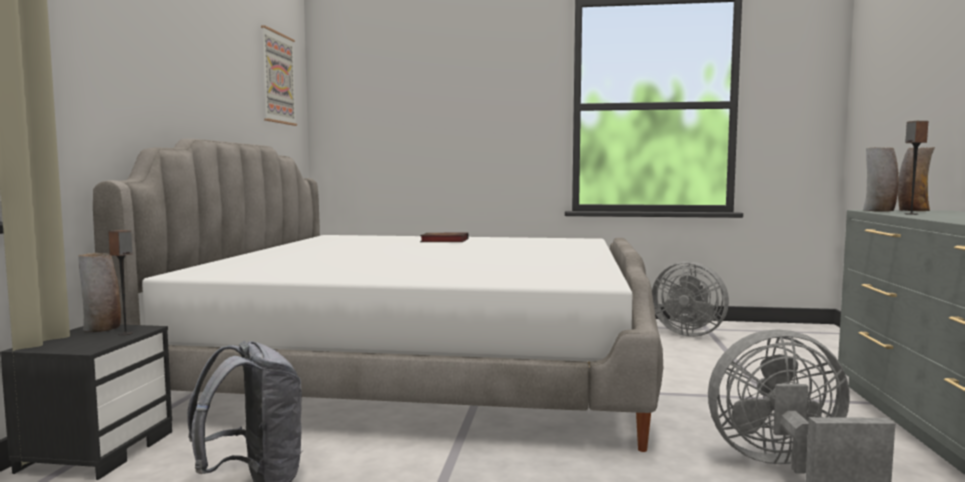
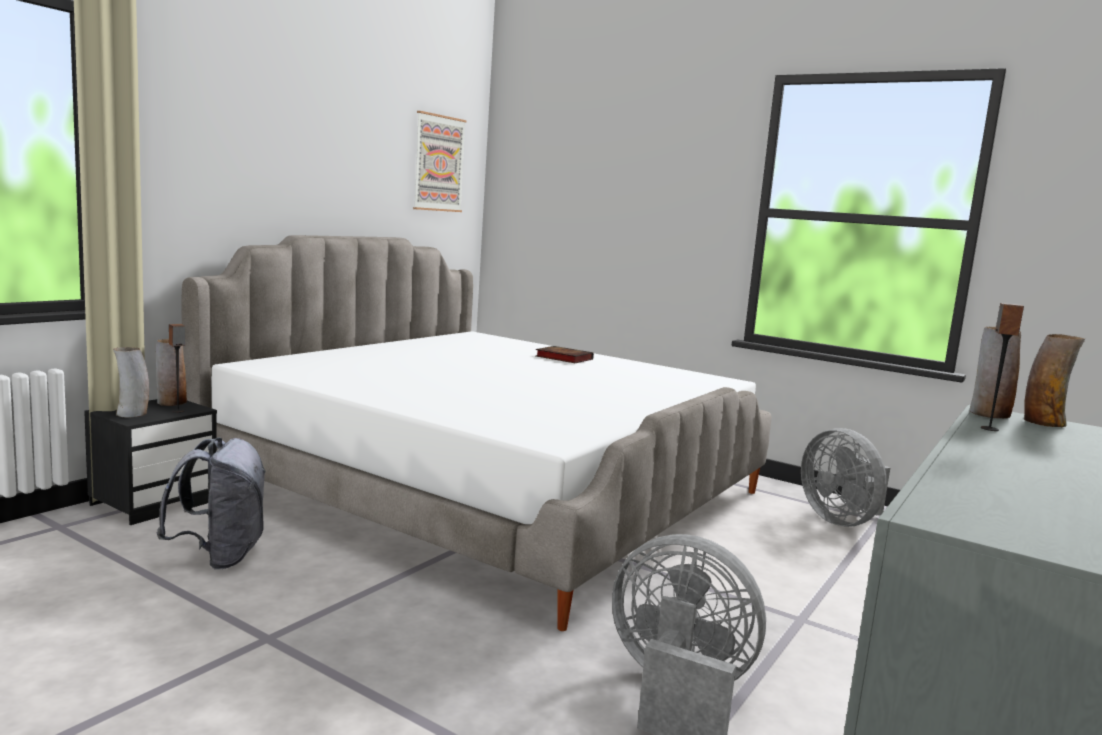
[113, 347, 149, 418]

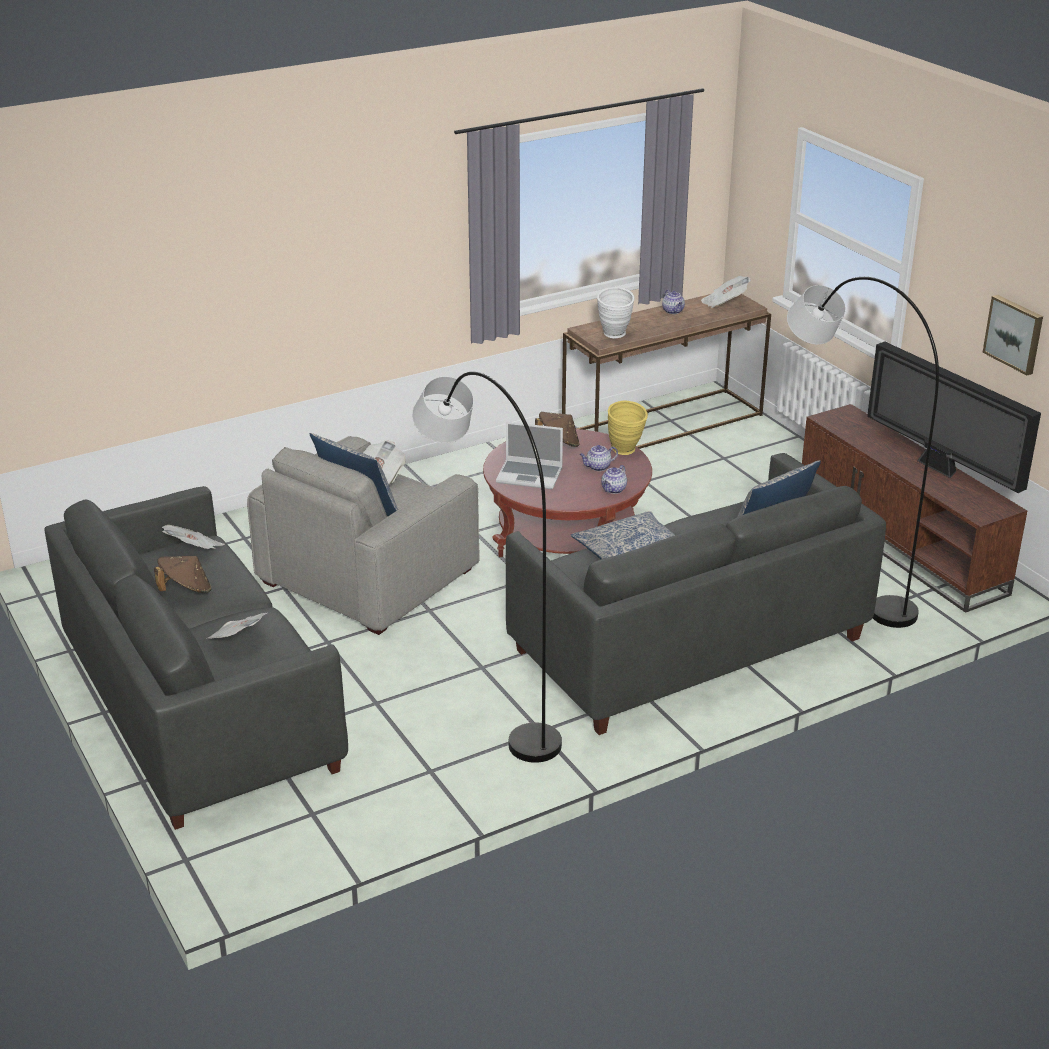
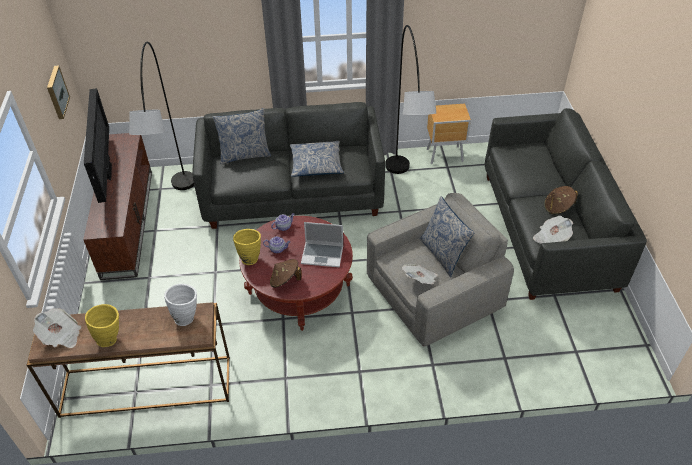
[85, 304, 119, 347]
[301, 222, 343, 267]
[427, 104, 471, 164]
[206, 613, 267, 639] (first image)

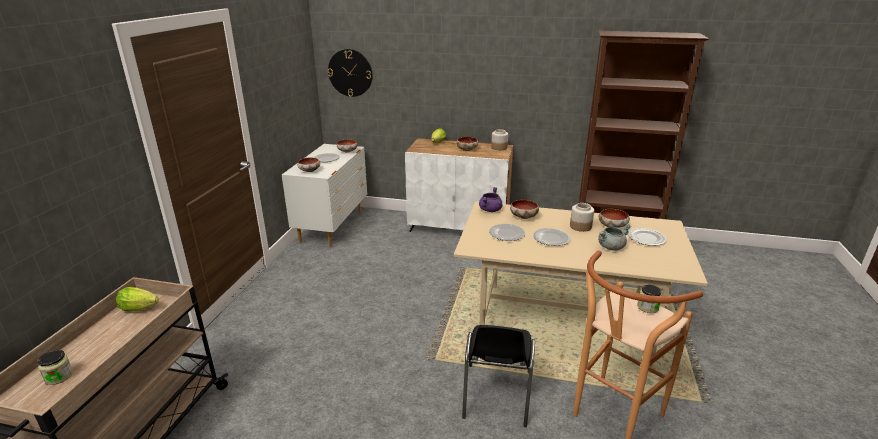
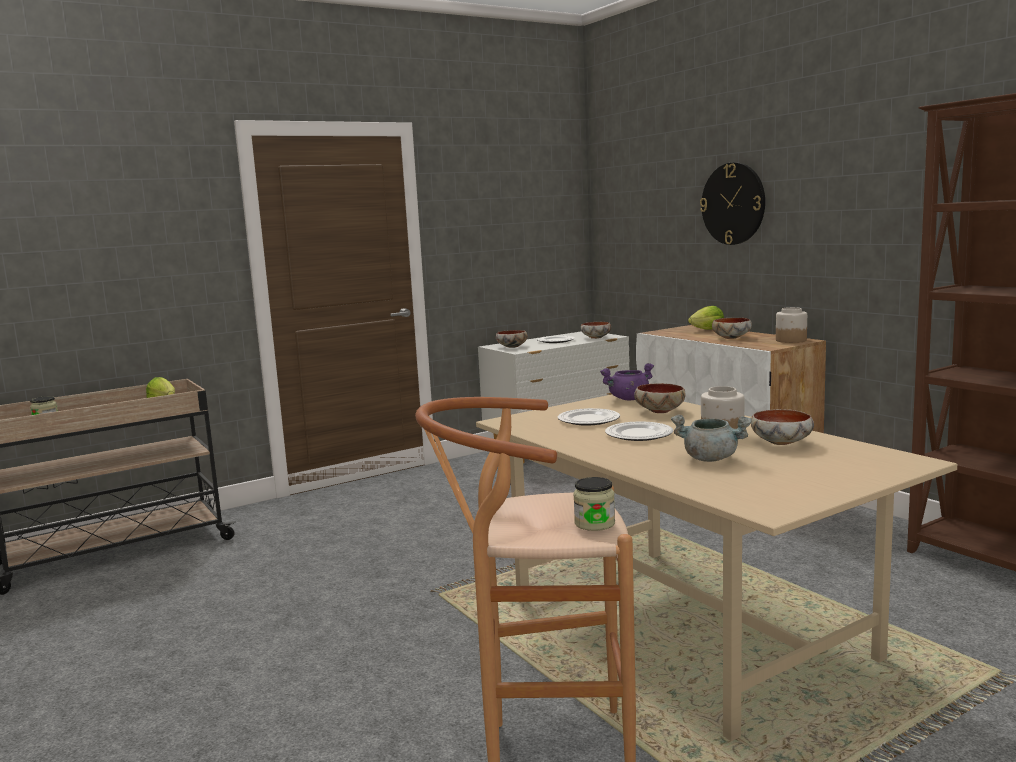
[700, 162, 765, 245]
[462, 325, 535, 427] (first image)
[628, 228, 667, 246] (first image)

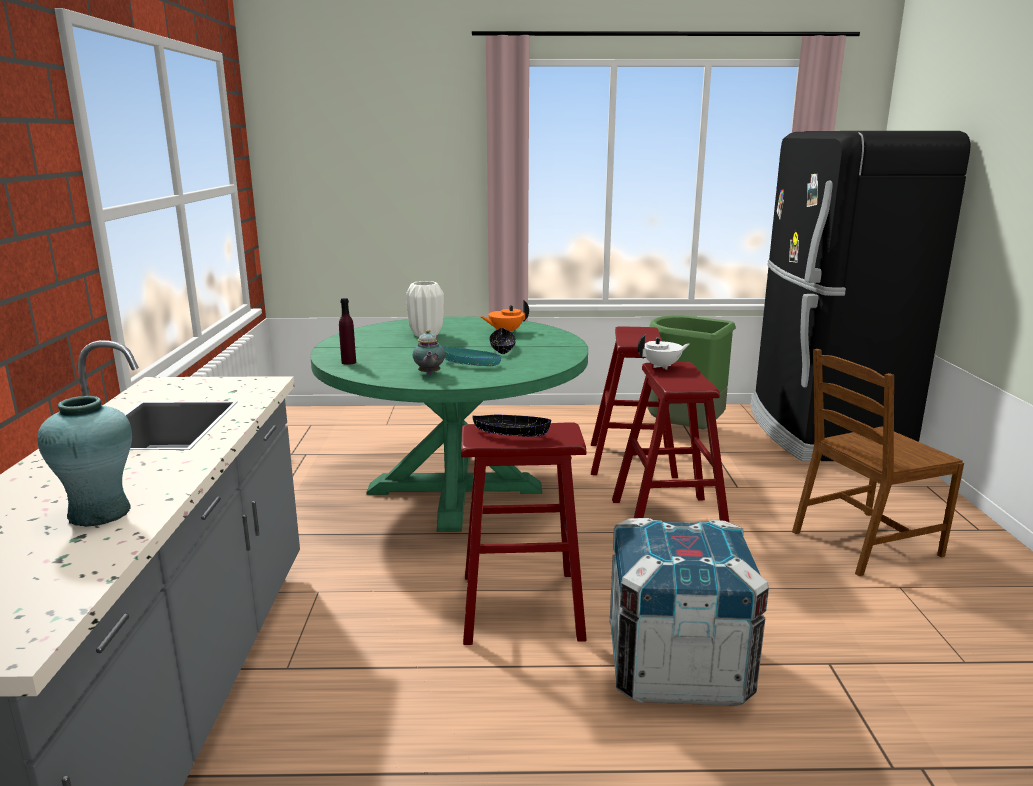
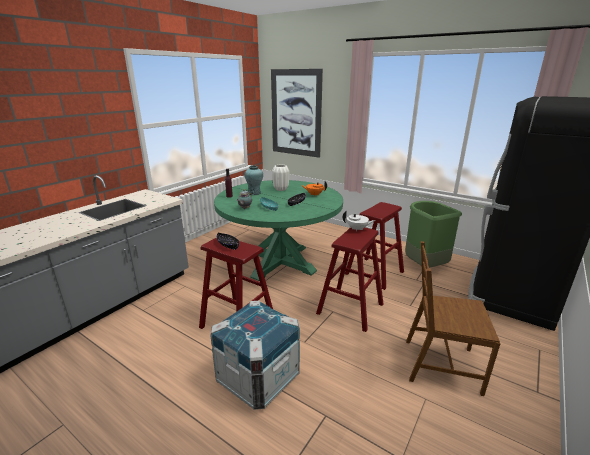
[244, 166, 263, 195]
[271, 69, 323, 158]

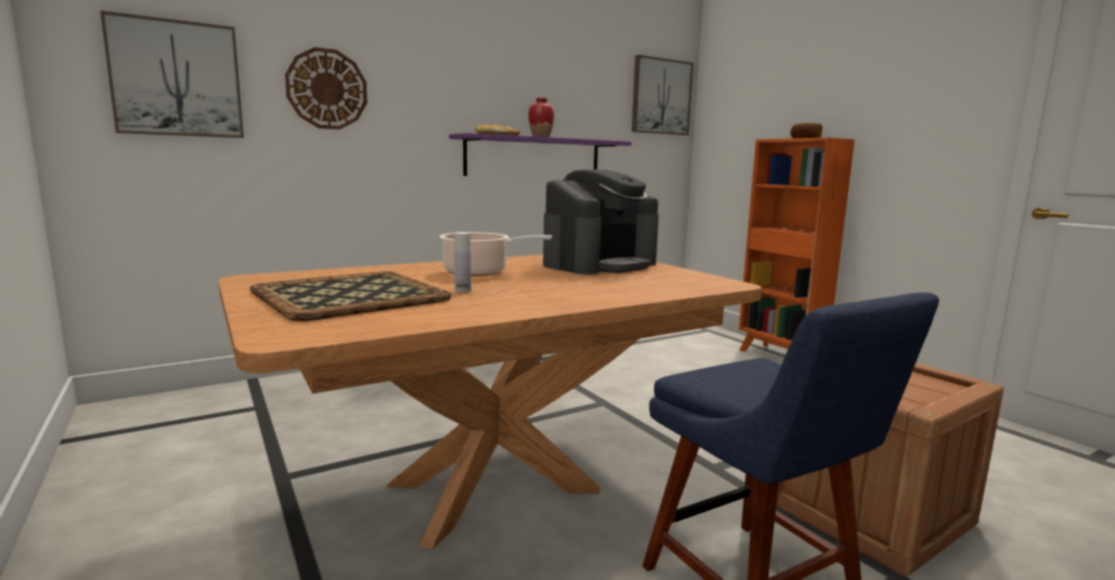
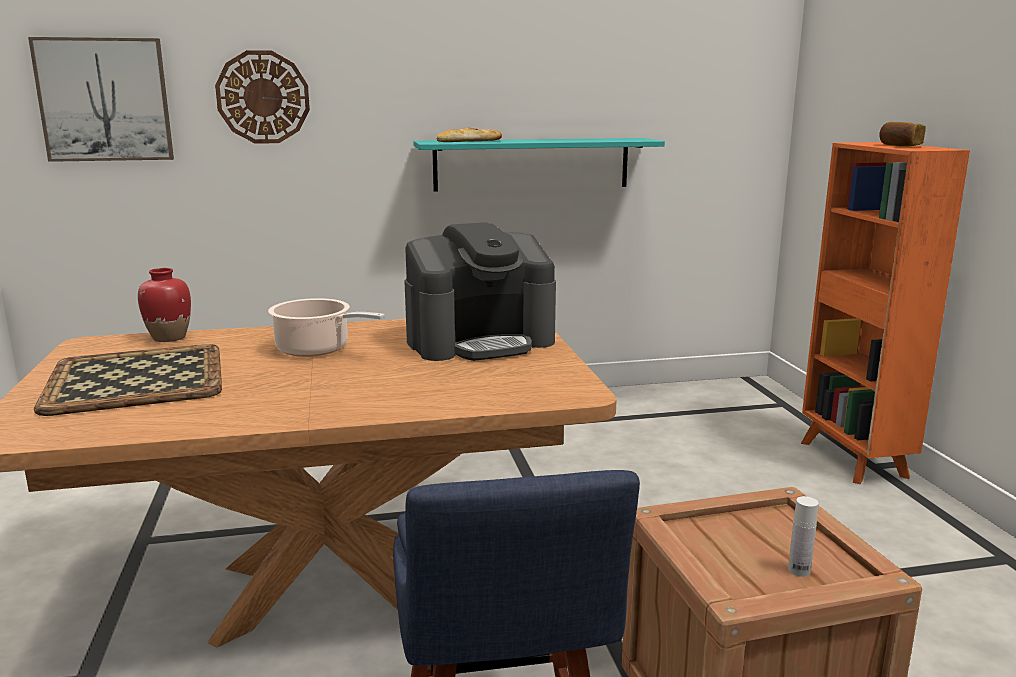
[138, 268, 191, 342]
[413, 138, 665, 192]
[788, 496, 819, 577]
[632, 55, 693, 135] (first image)

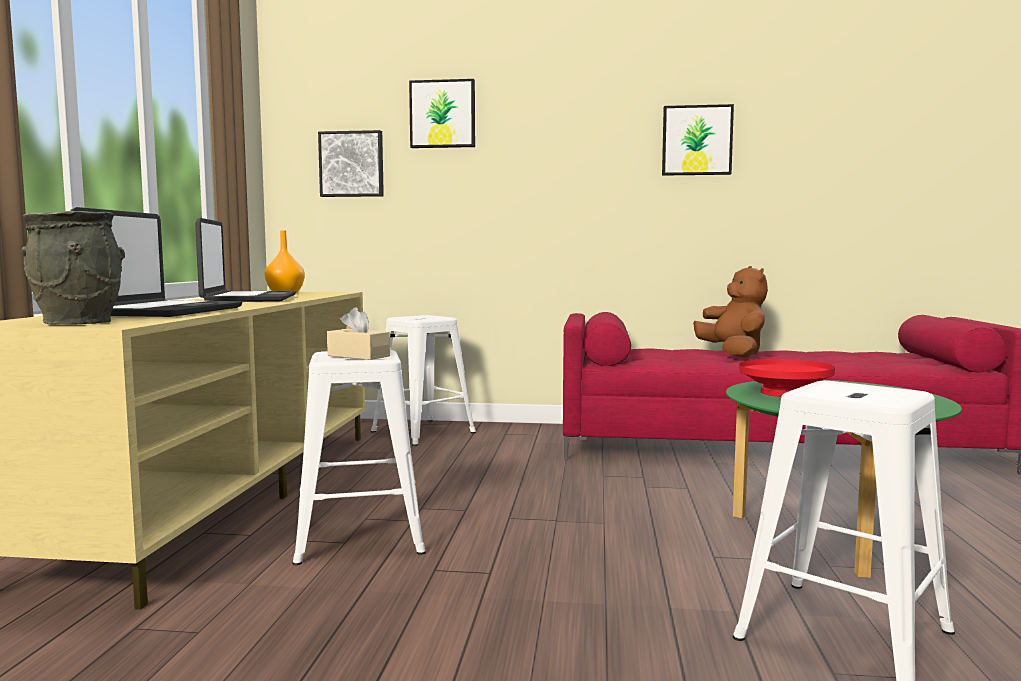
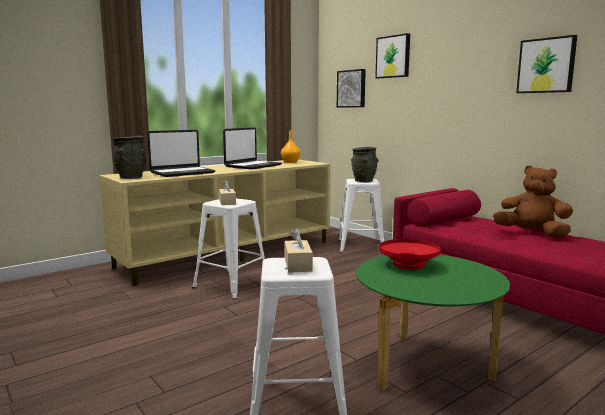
[285, 228, 313, 273]
[351, 147, 378, 182]
[493, 165, 573, 238]

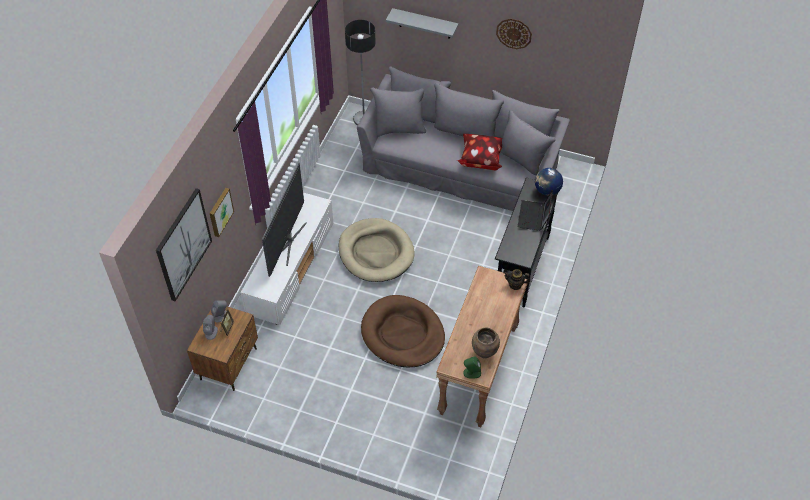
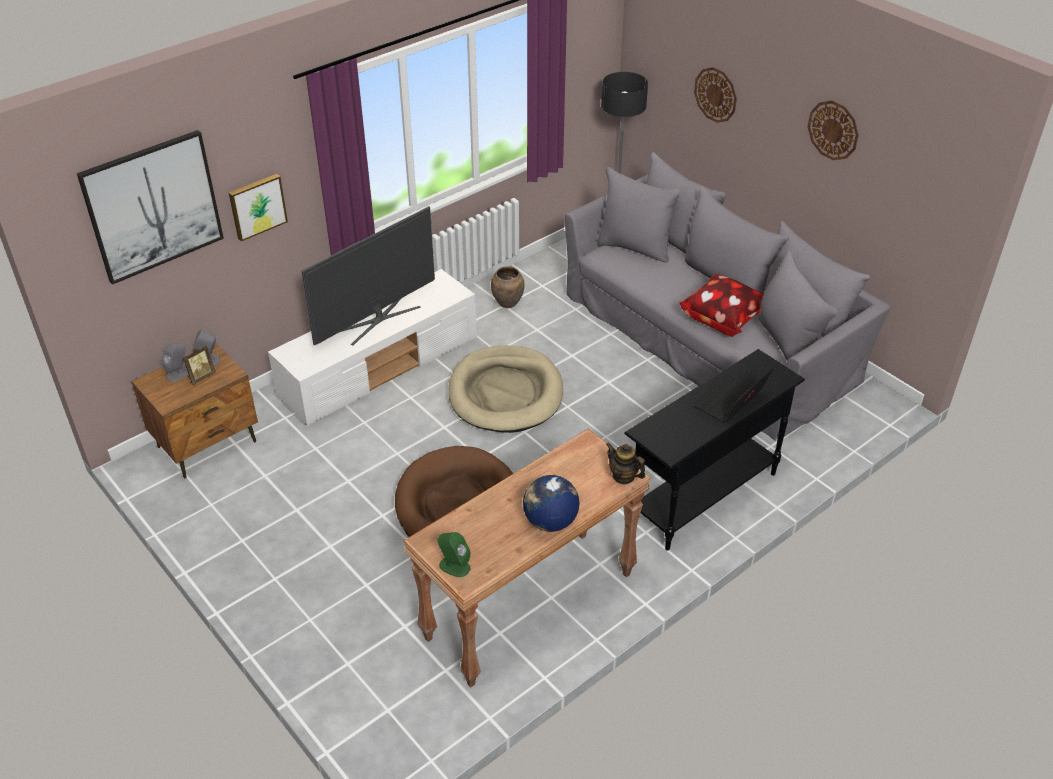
[491, 266, 524, 308]
[523, 475, 579, 532]
[694, 67, 737, 123]

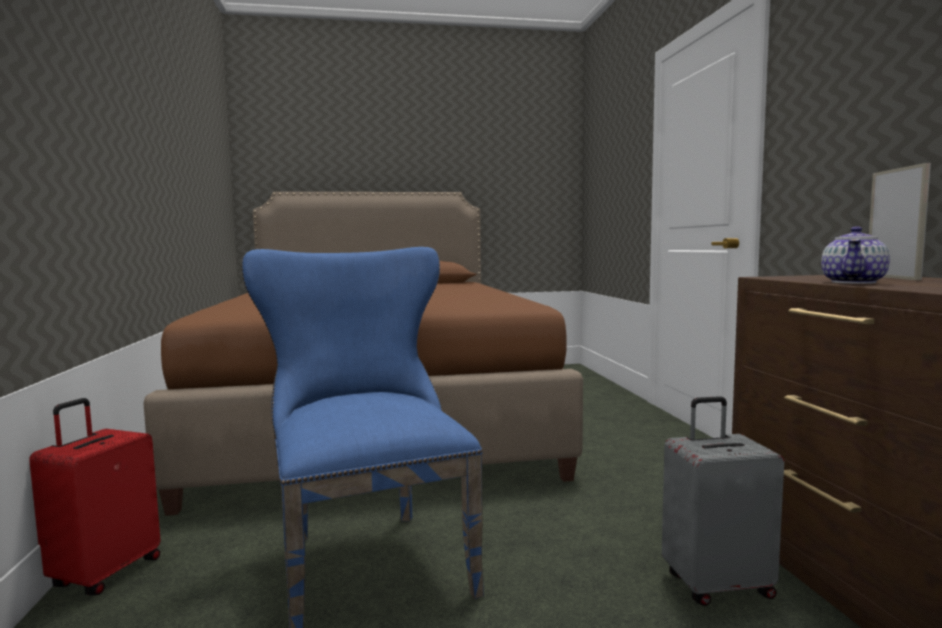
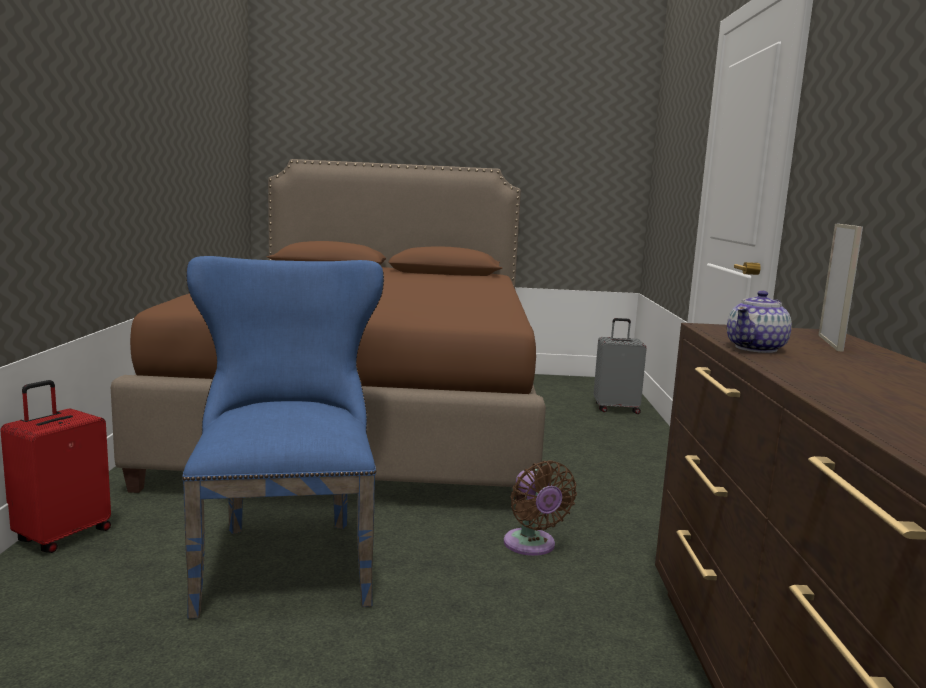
[504, 460, 577, 556]
[594, 318, 647, 414]

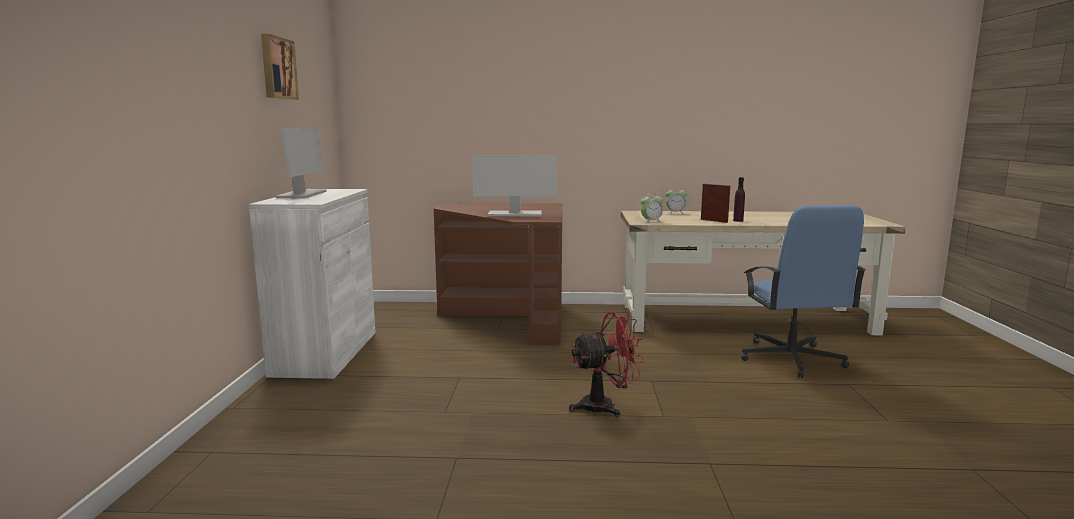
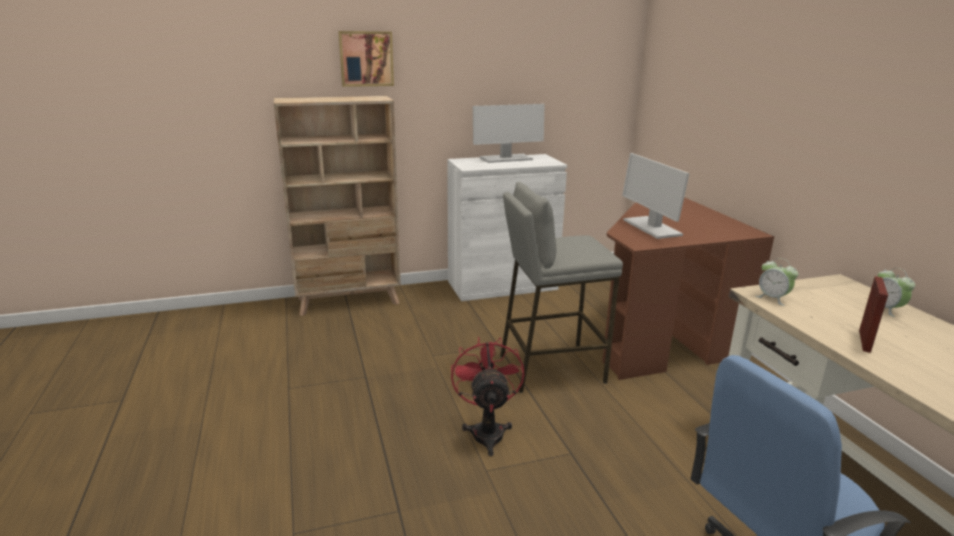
[274, 96, 401, 316]
[338, 31, 394, 87]
[451, 337, 525, 457]
[500, 182, 623, 393]
[733, 177, 745, 222] (first image)

